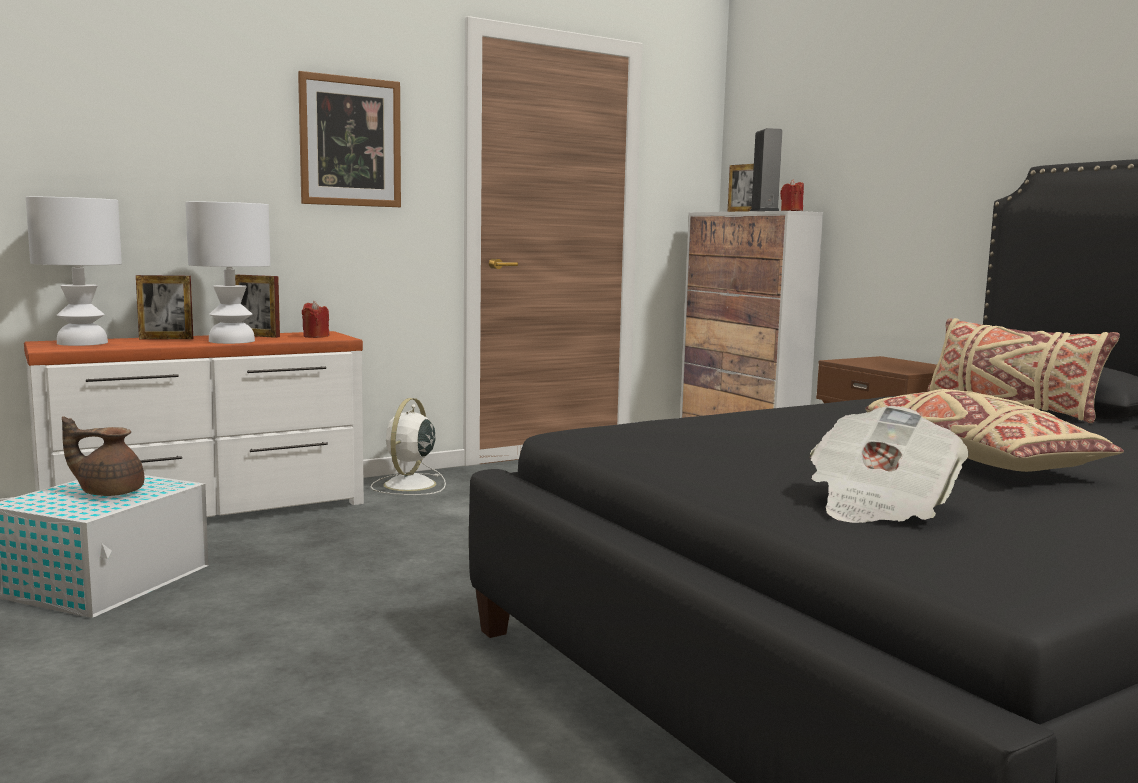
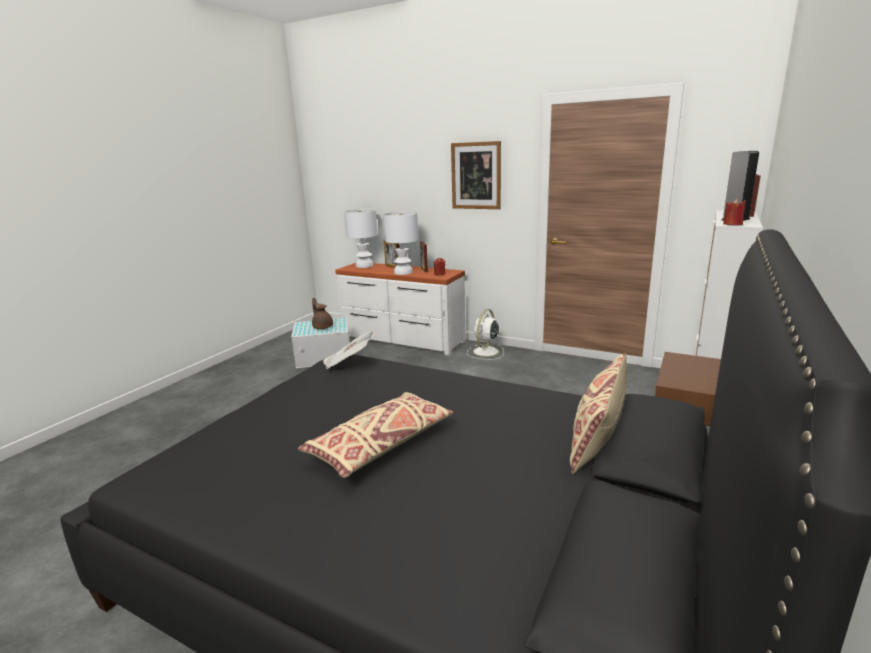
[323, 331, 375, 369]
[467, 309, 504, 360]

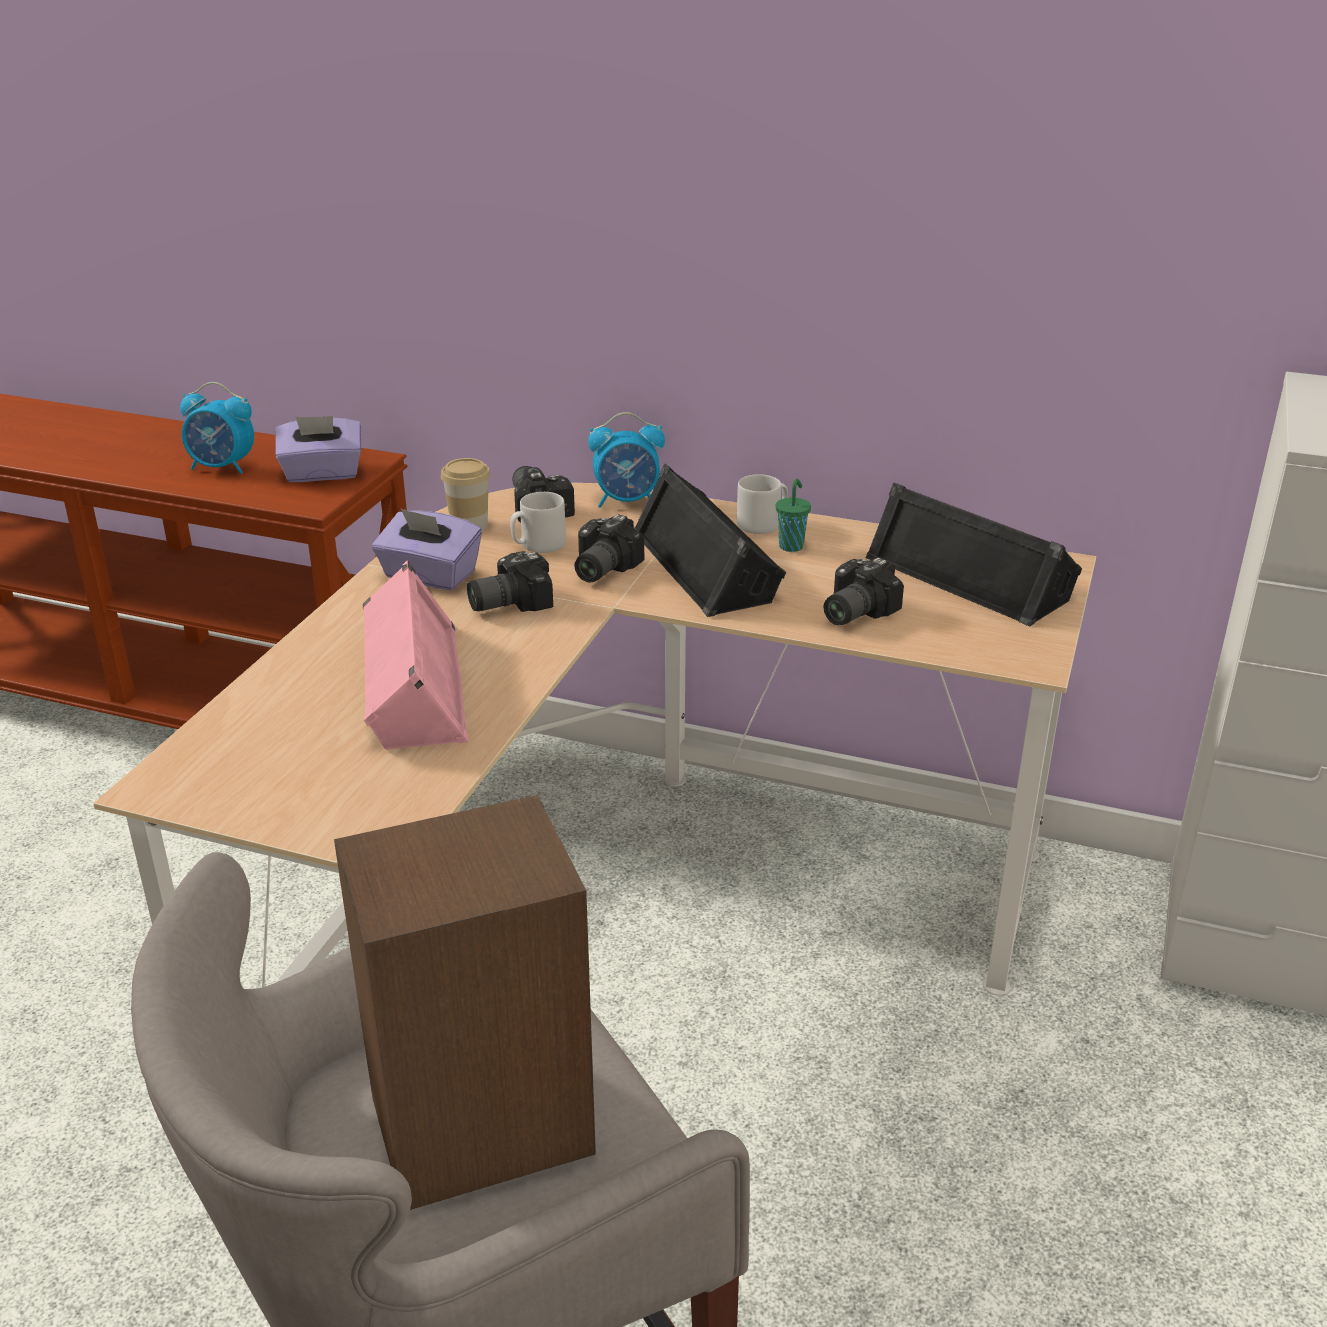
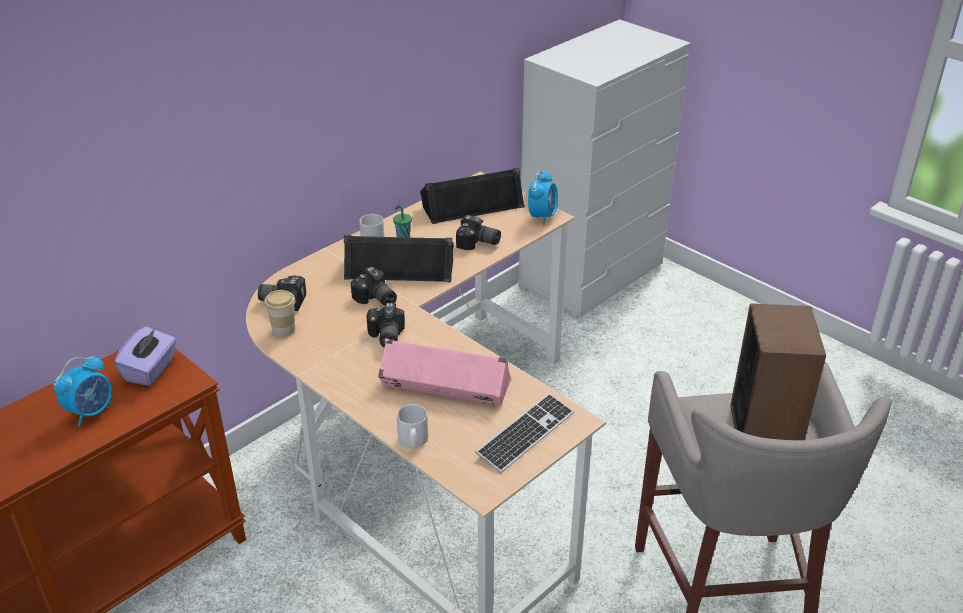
[397, 404, 428, 448]
[456, 215, 501, 250]
[475, 393, 574, 473]
[528, 170, 558, 225]
[372, 509, 482, 590] (first image)

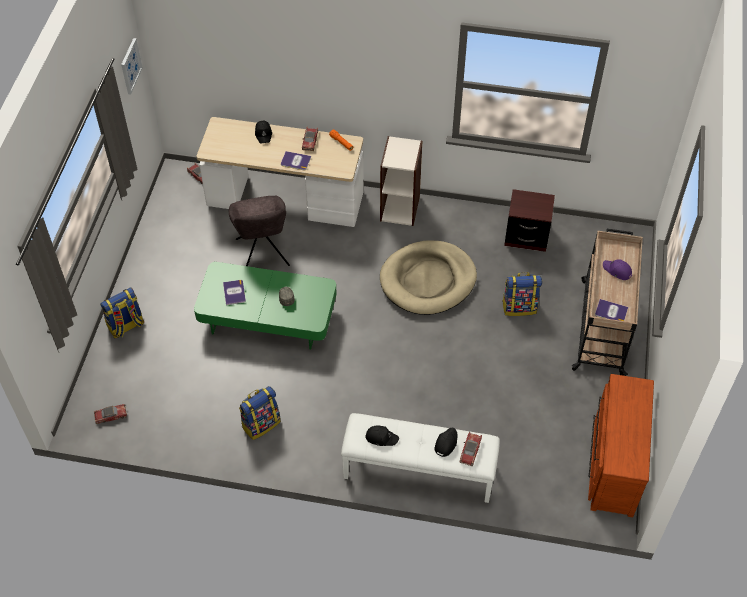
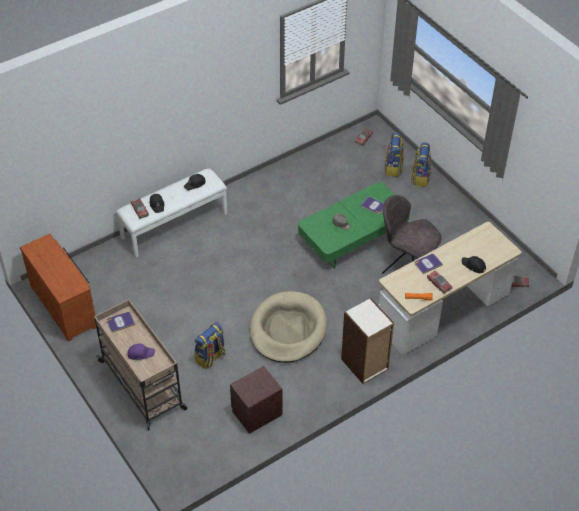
[385, 133, 404, 177]
[121, 38, 143, 94] (first image)

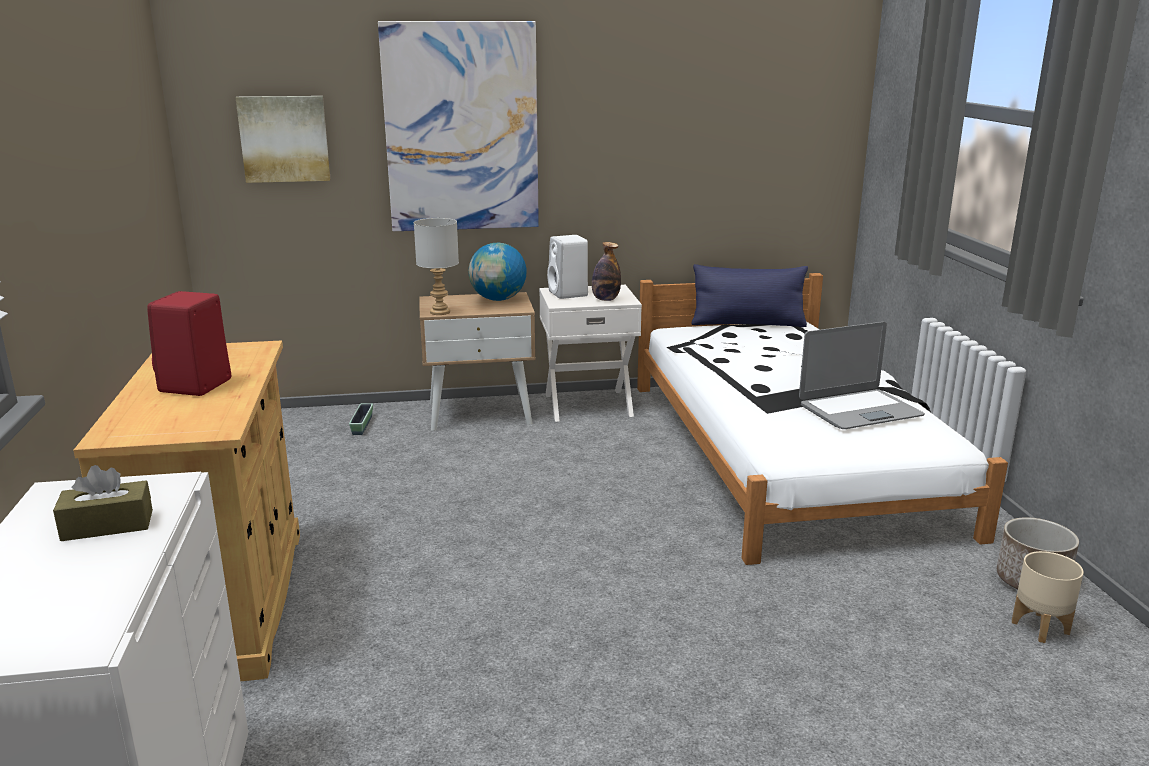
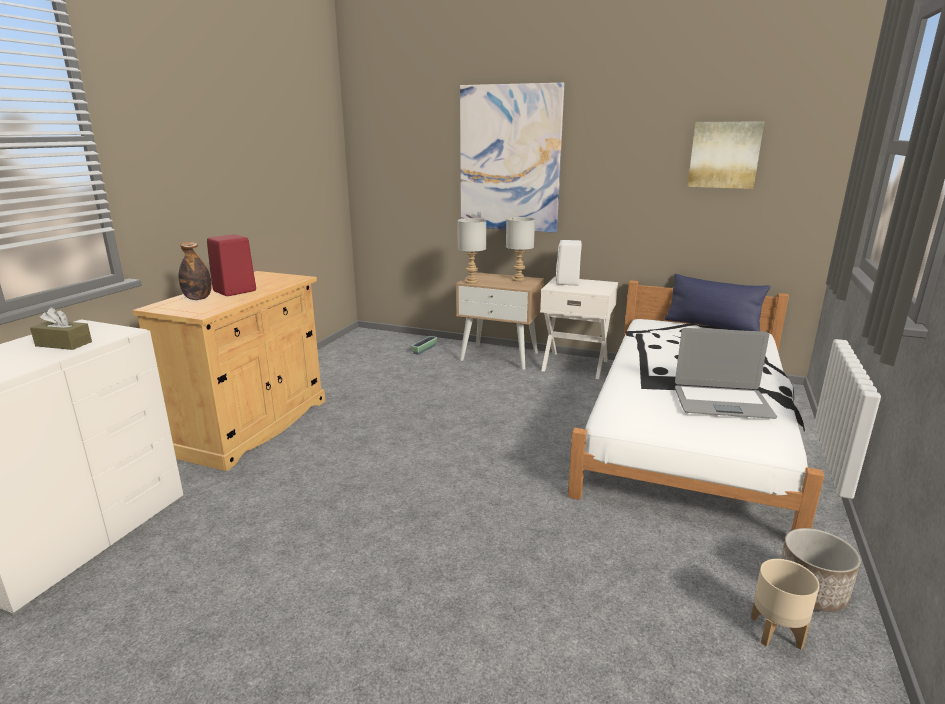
[179, 242, 212, 300]
[506, 217, 535, 282]
[687, 122, 764, 189]

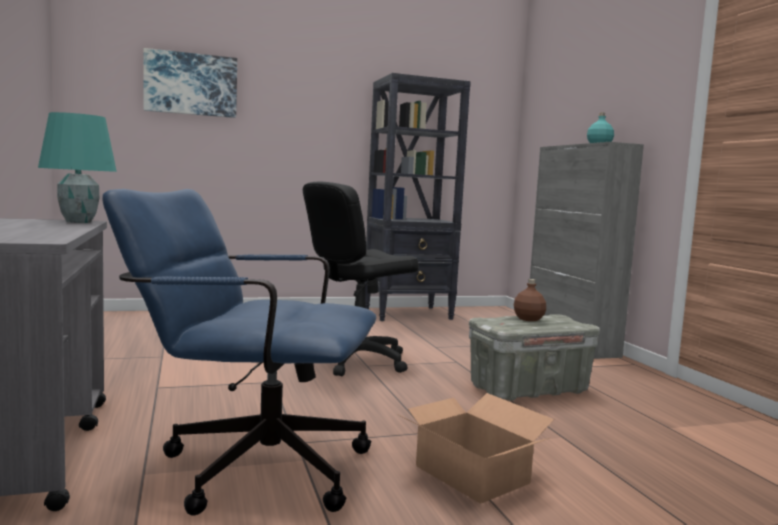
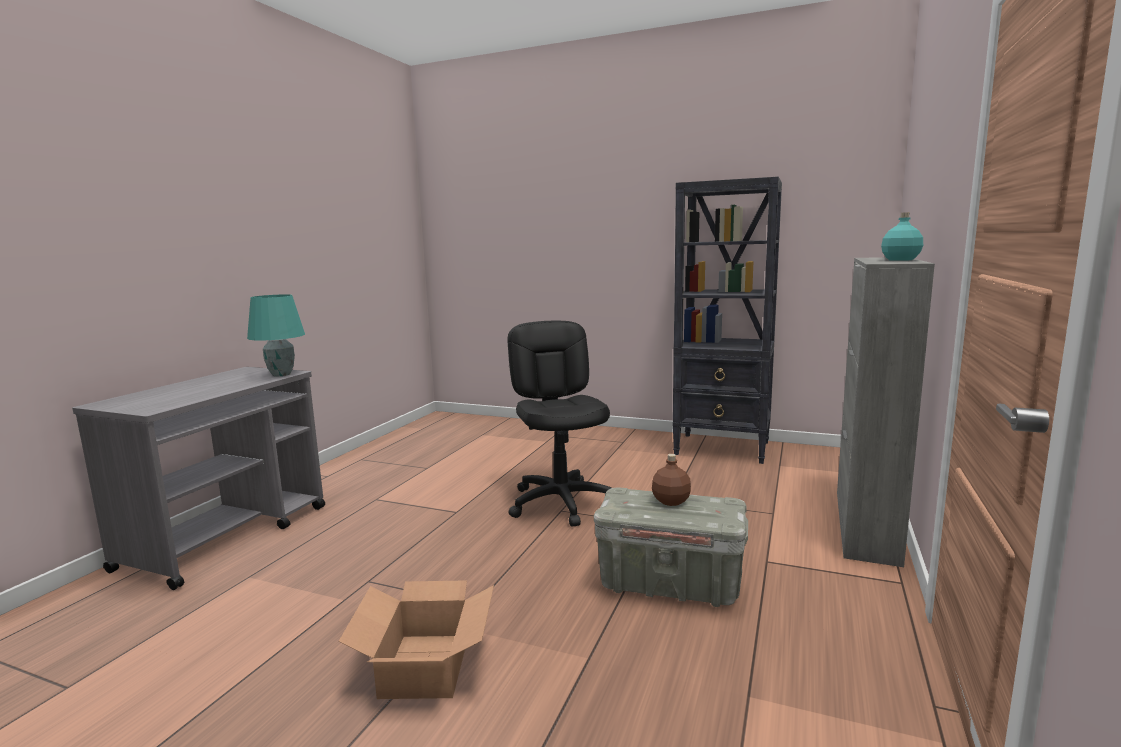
[507, 321, 611, 526]
[102, 189, 376, 516] (first image)
[143, 48, 237, 118] (first image)

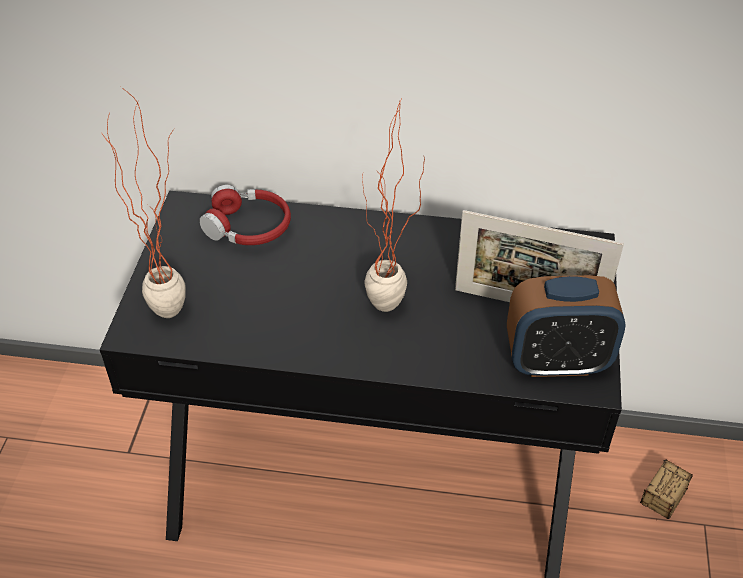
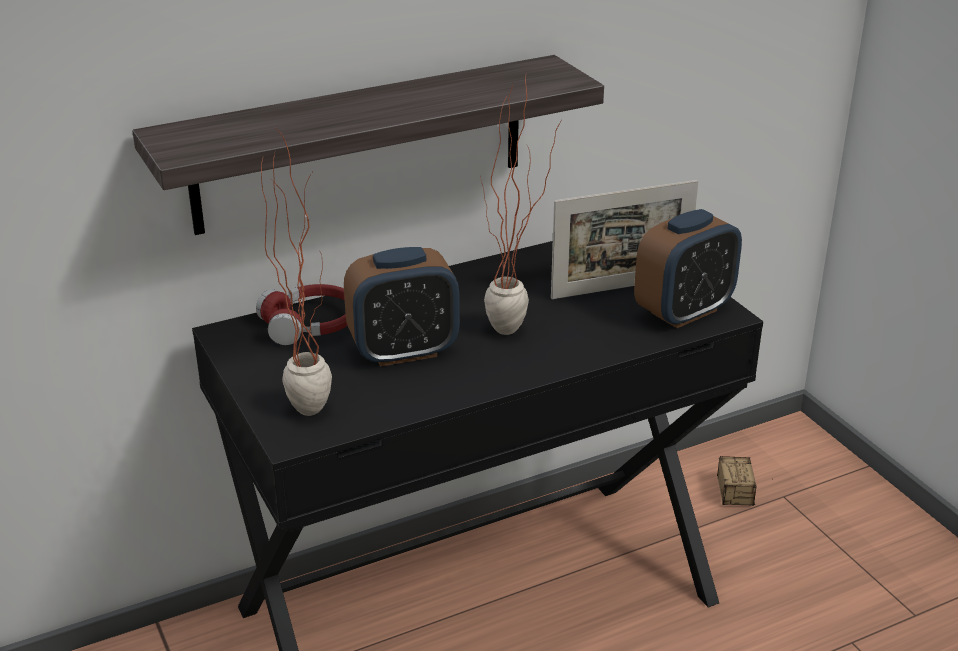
[132, 55, 604, 235]
[344, 247, 460, 367]

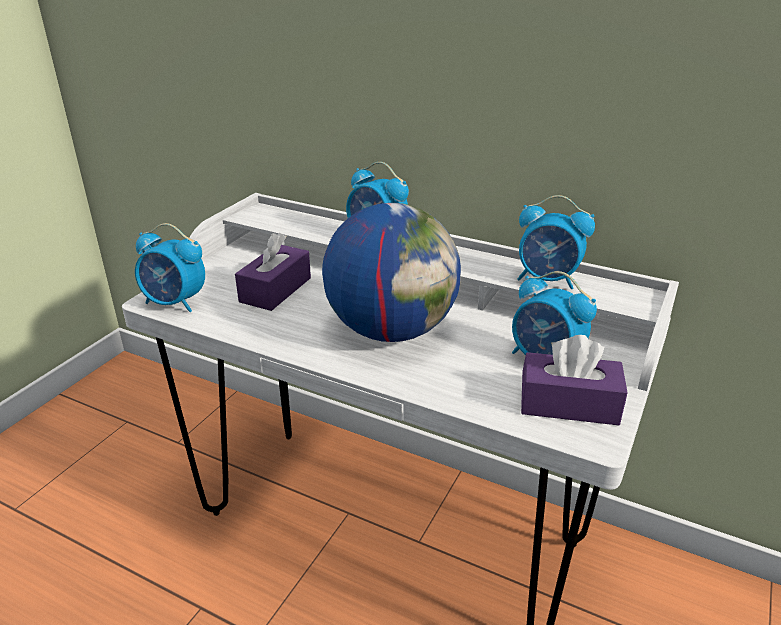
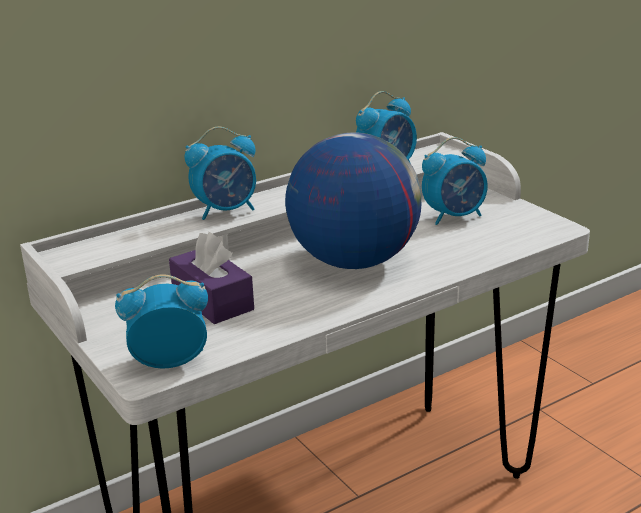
[115, 274, 208, 369]
[521, 335, 628, 425] (first image)

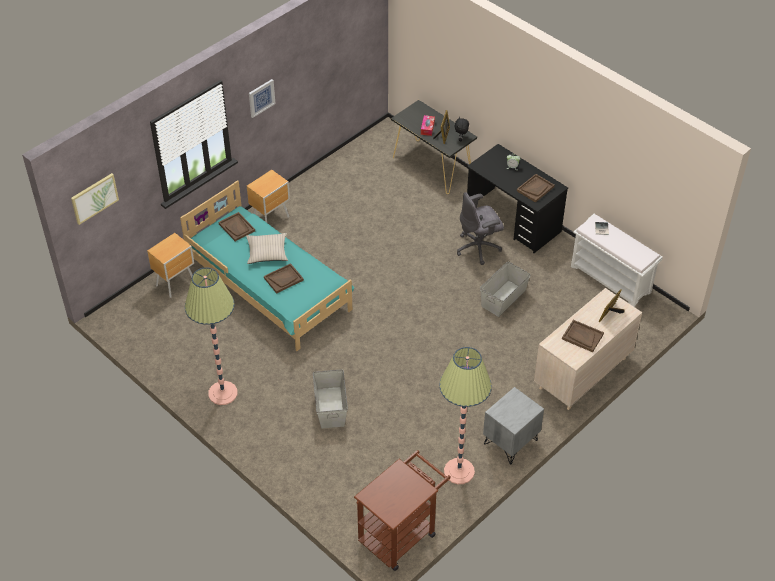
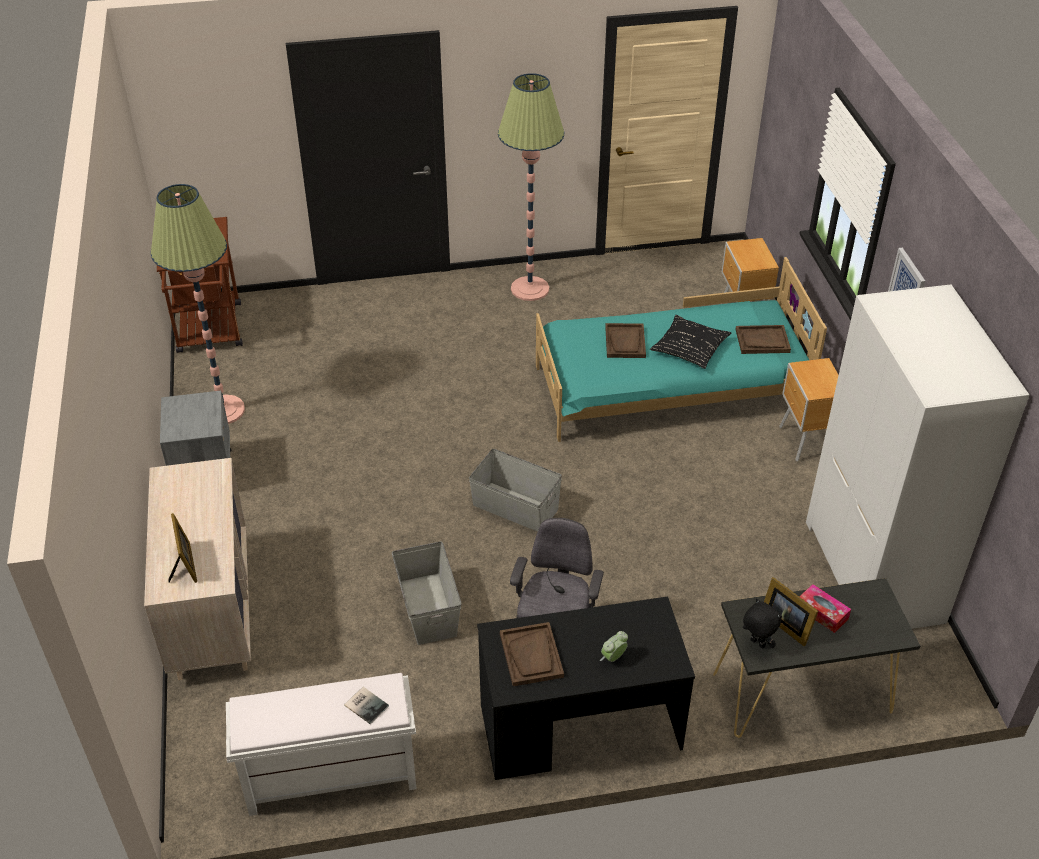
[469, 449, 562, 532]
[650, 315, 731, 369]
[806, 284, 1029, 629]
[71, 173, 119, 225] (first image)
[562, 320, 604, 352] (first image)

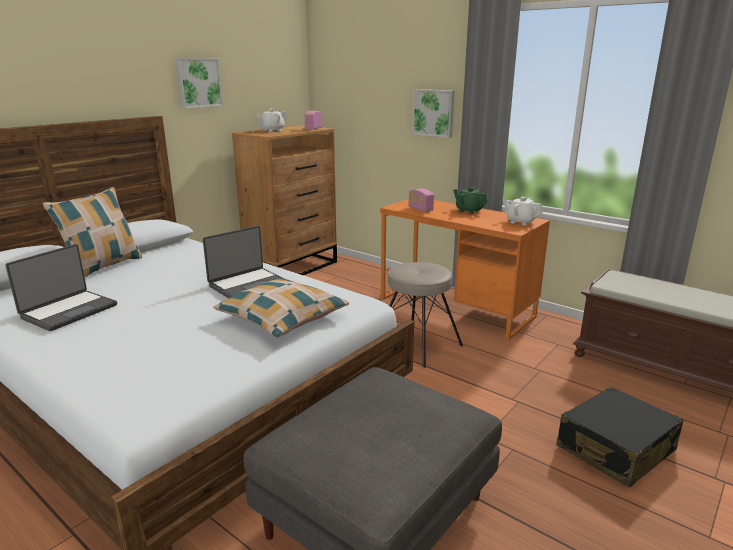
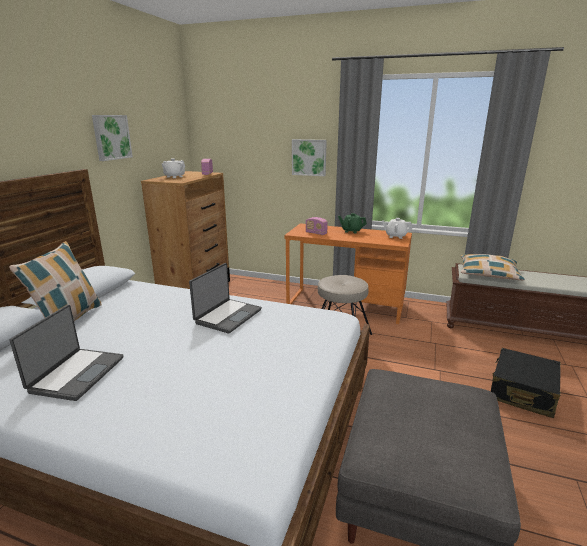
[461, 254, 525, 280]

